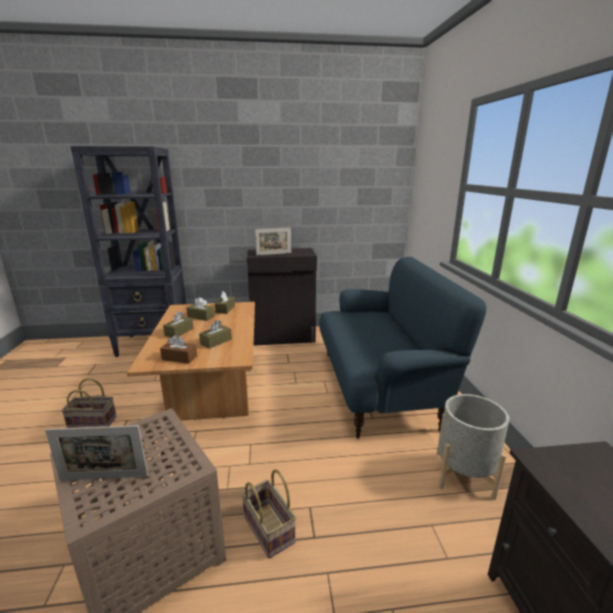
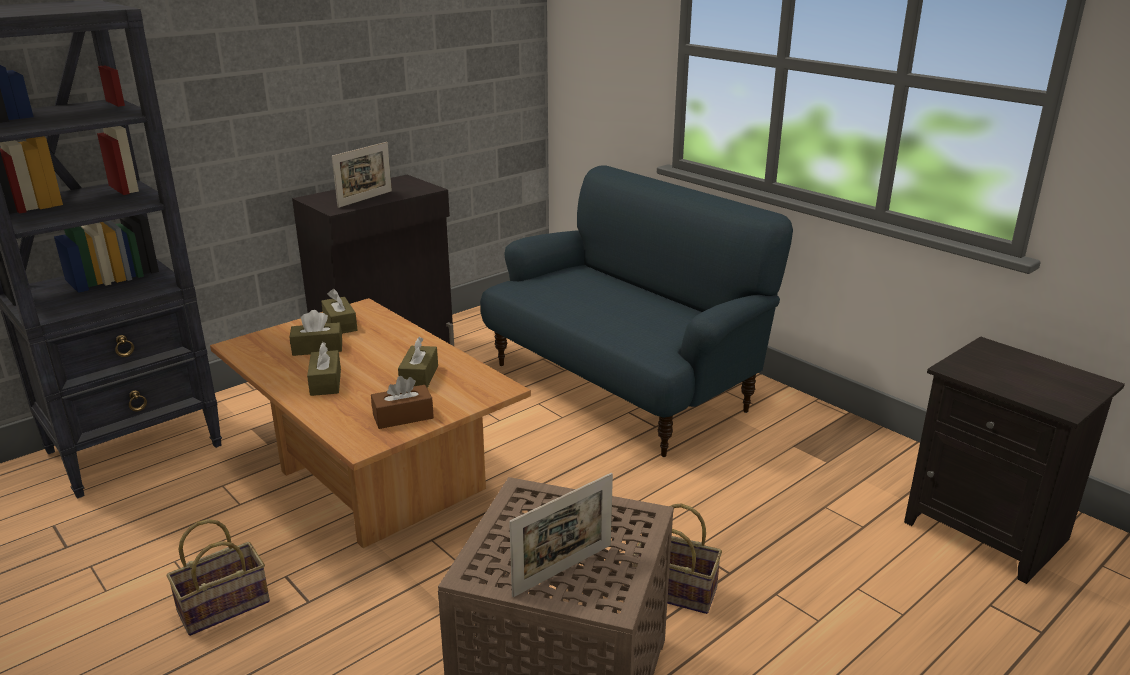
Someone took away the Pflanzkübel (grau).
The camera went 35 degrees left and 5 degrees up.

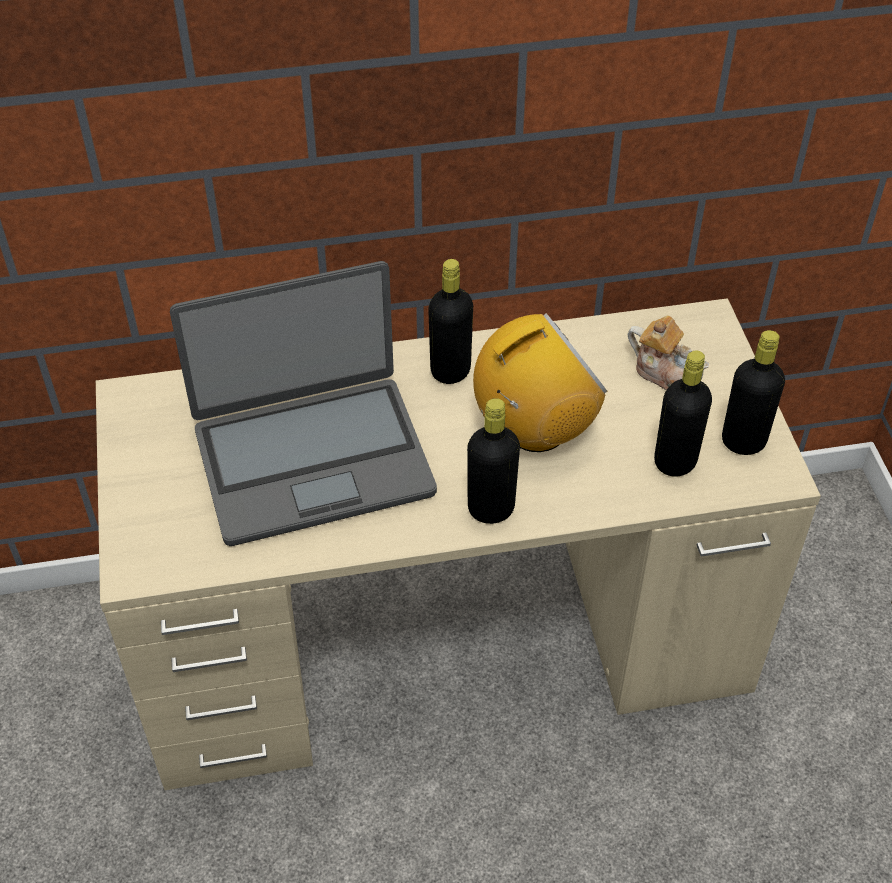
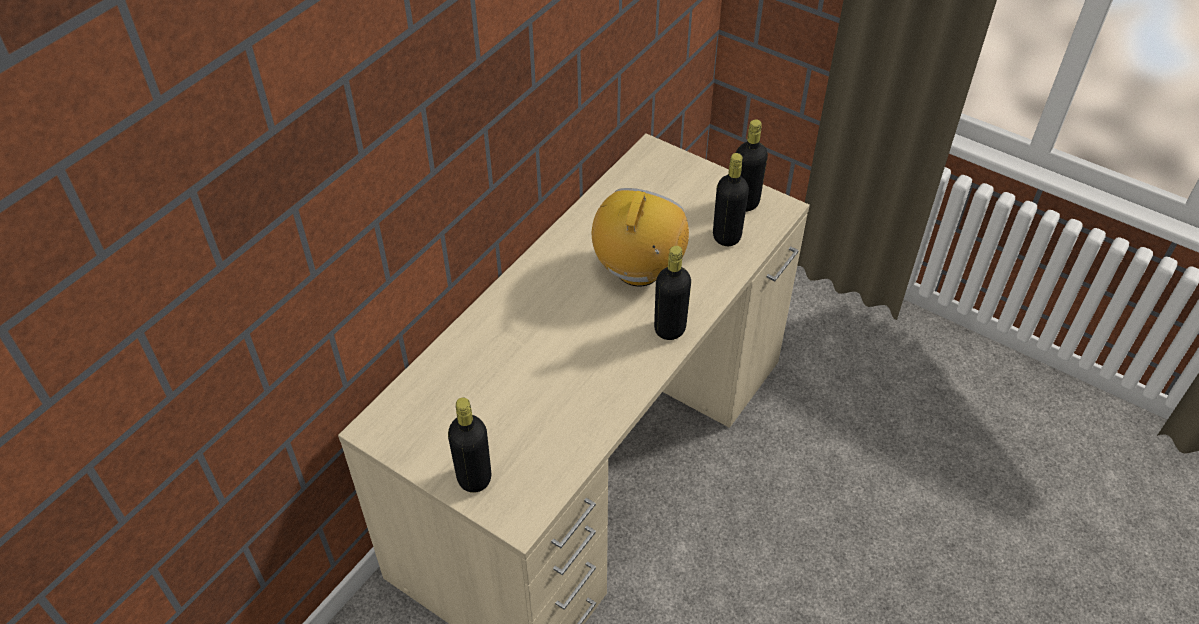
Someone carried the Flasche (schwarz) (no. 1 from left).
Someone took away the Laptop.
Someone took away the Teekanne.
The camera went 45 degrees left and 0 degrees up.

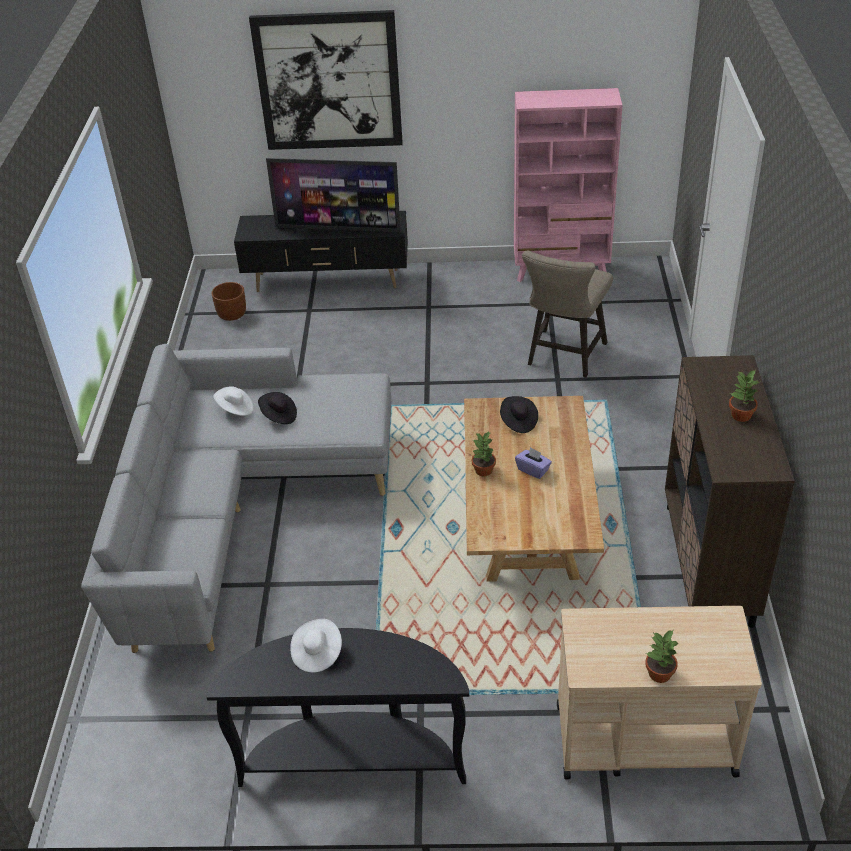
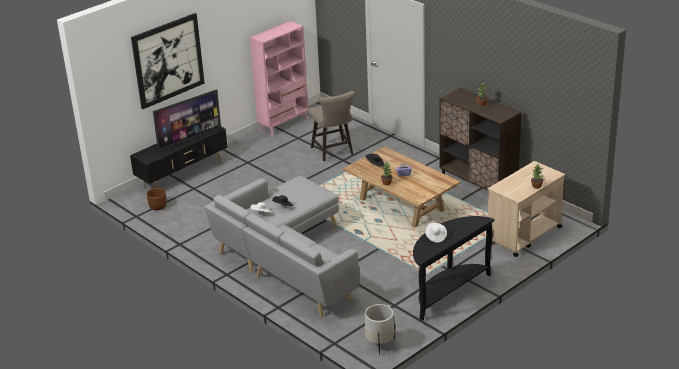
Someone put down the Pflanzkübel (weiß).
The camera went 45 degrees left and 10 degrees down.

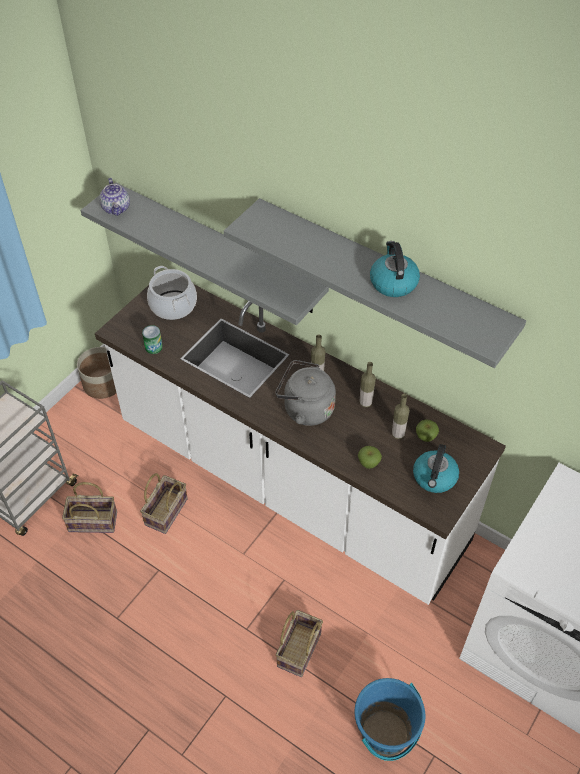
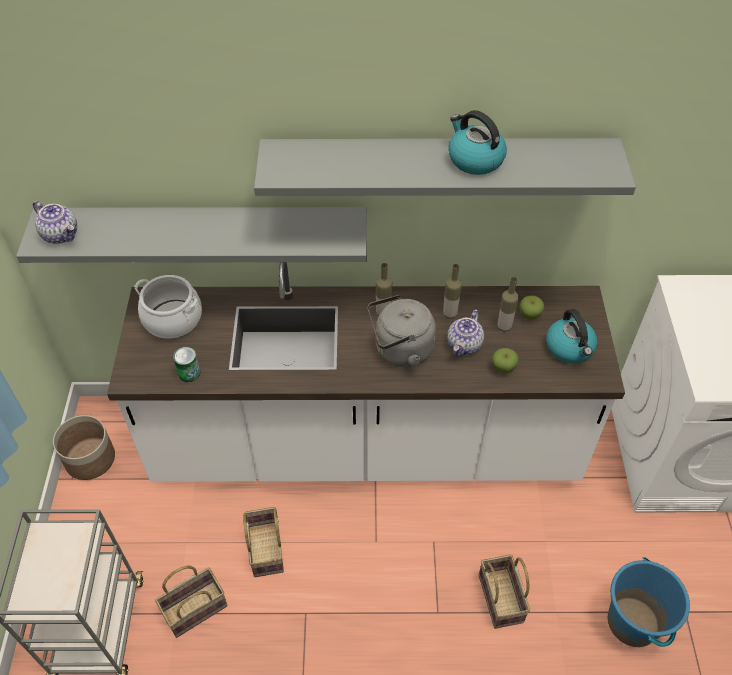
Someone put down the Teekanne (no. 2 from left).
The camera went 35 degrees left and 0 degrees up.

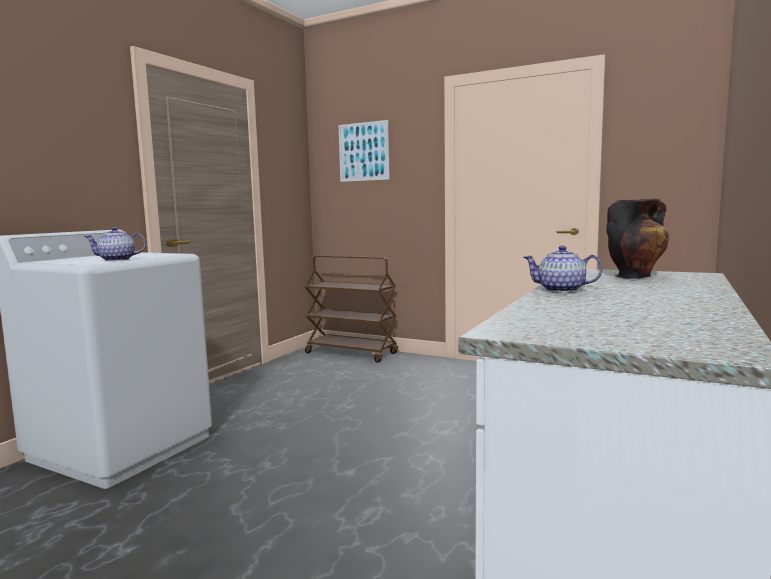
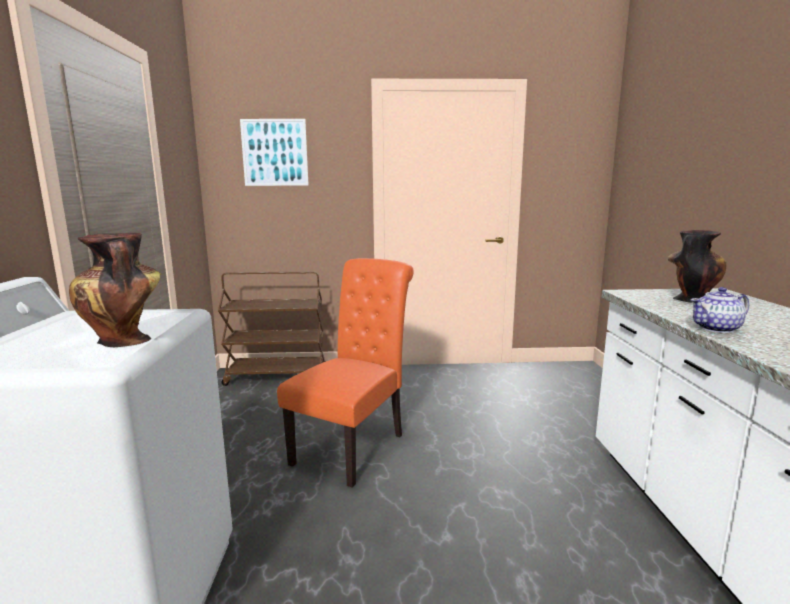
Someone swapped the Teekanne (no. 1 from left) for the Vase (no. 1 from left).
Someone put down the Stuhl (orange).
The camera went 30 degrees left and 5 degrees up.

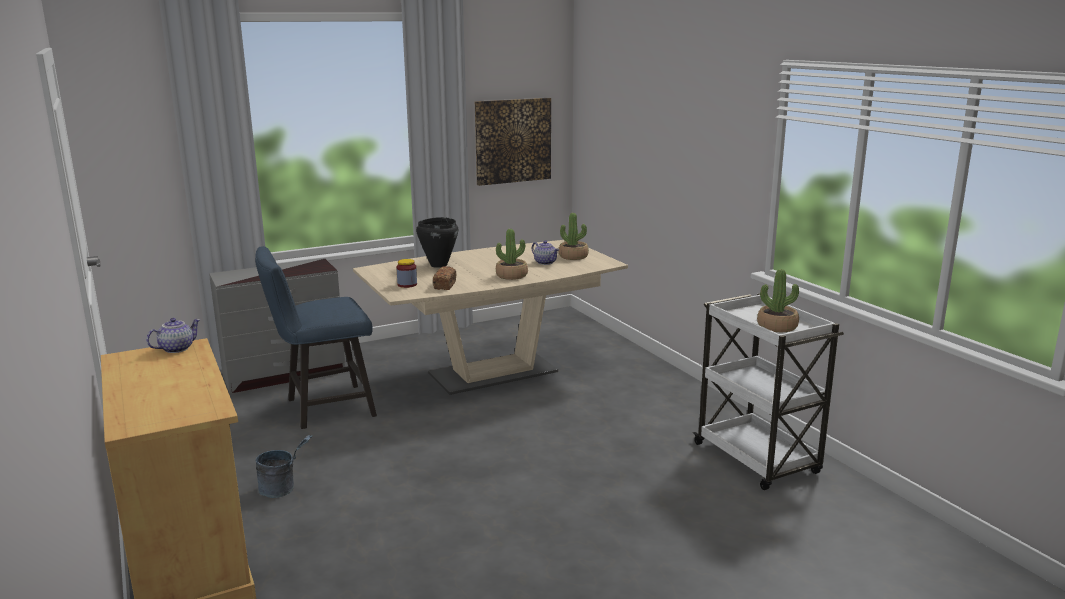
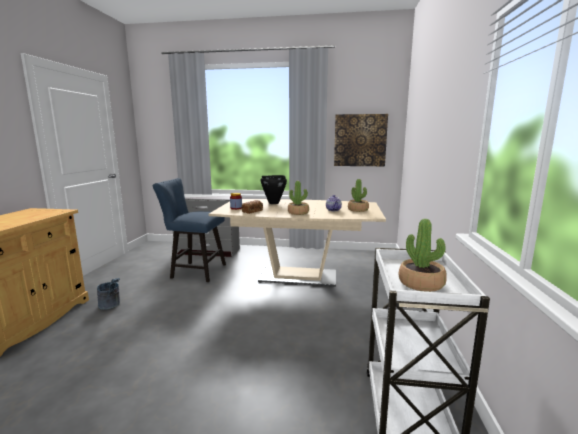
Someone took away the Teekanne (no. 1 from left).
The camera went 35 degrees right and 5 degrees down.

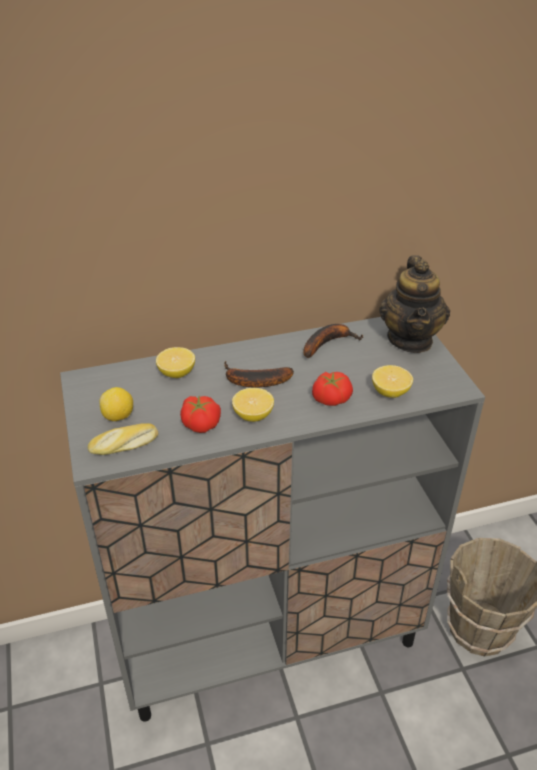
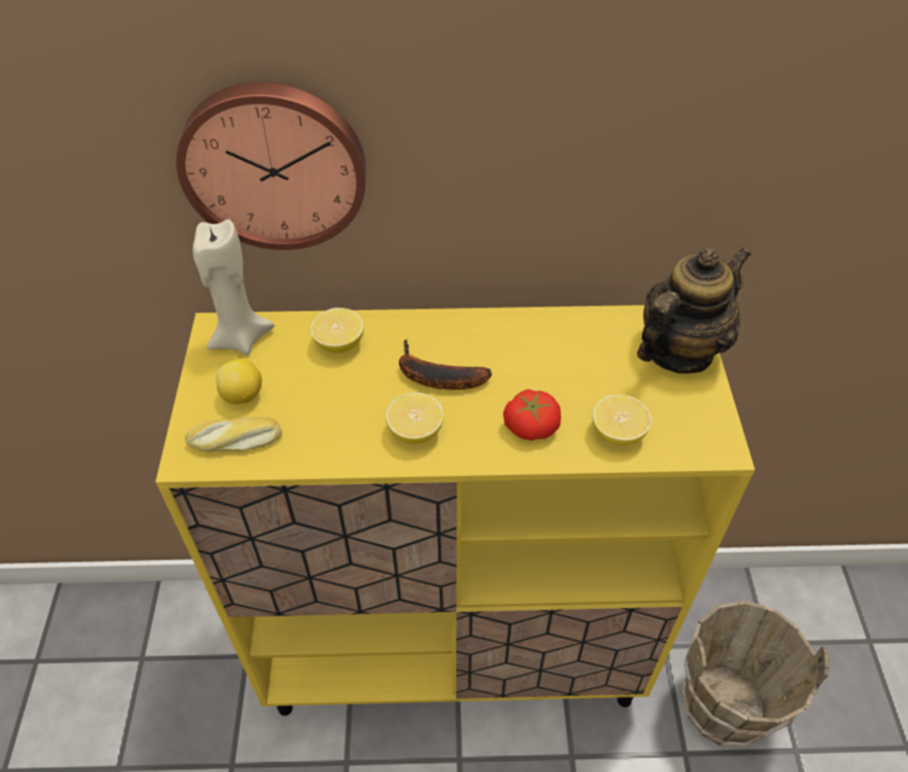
Someone rotated the Teekanne by 150 degrees counterclockwise.
Someone repainted the Schrank (grau), which became the Schrank (gelb).
Someone took away the Banane (no. 2 from left).
Someone took away the Tomate (no. 1 from left).
Someone put up the Wanduhr.
Someone put down the Kerze (beige).
The camera went 15 degrees right and 10 degrees up.

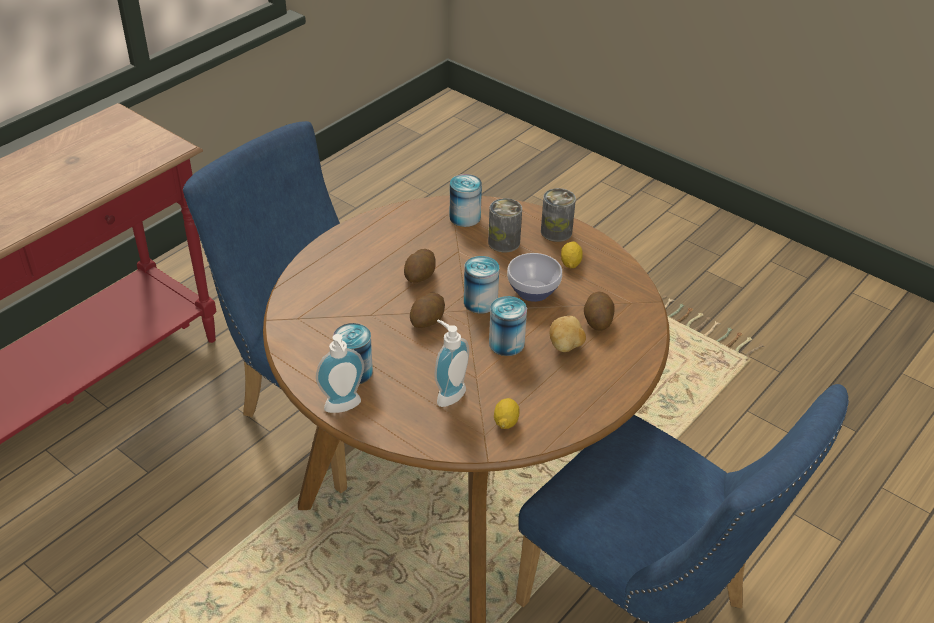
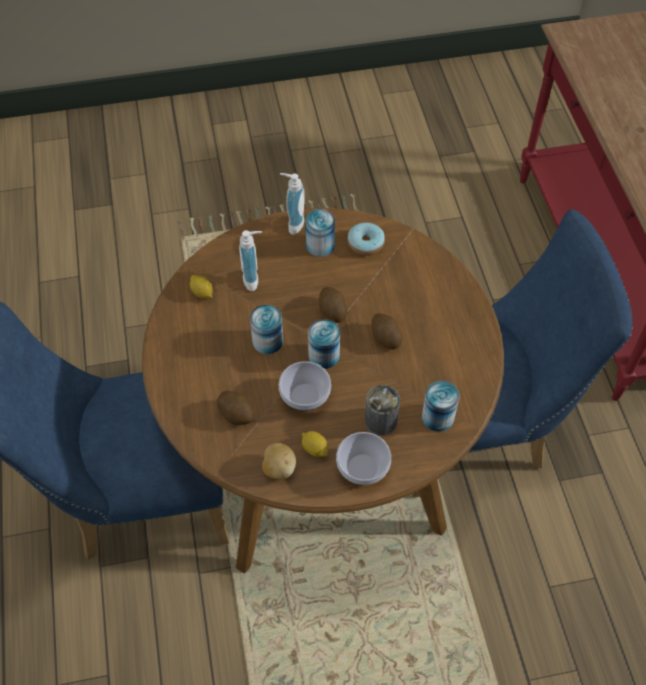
Someone swapped the Dose (no. 6 from left) for the Schüssel (no. 2 from left).
Someone carried the Kartoffel (no. 3 from left in the first image).
Someone put down the Donut.
The camera went 130 degrees right and 15 degrees up.

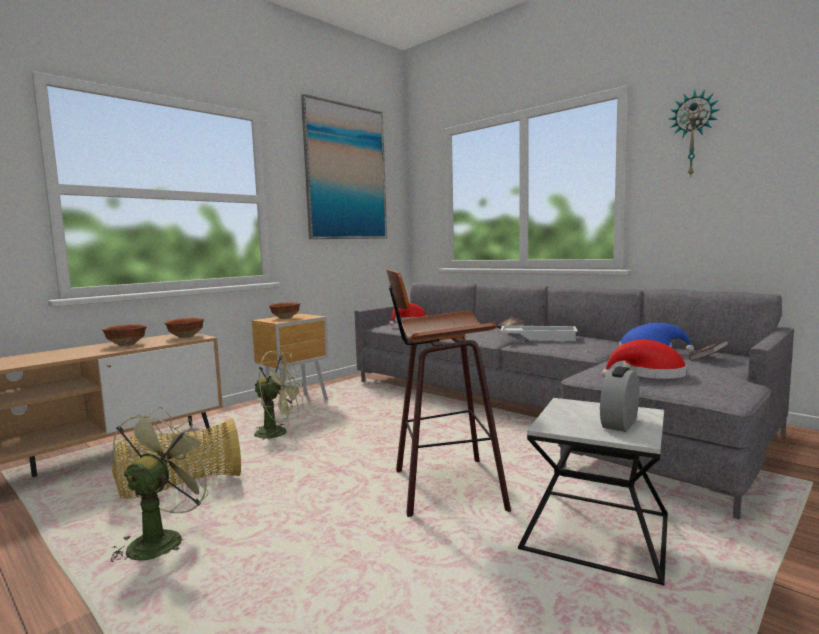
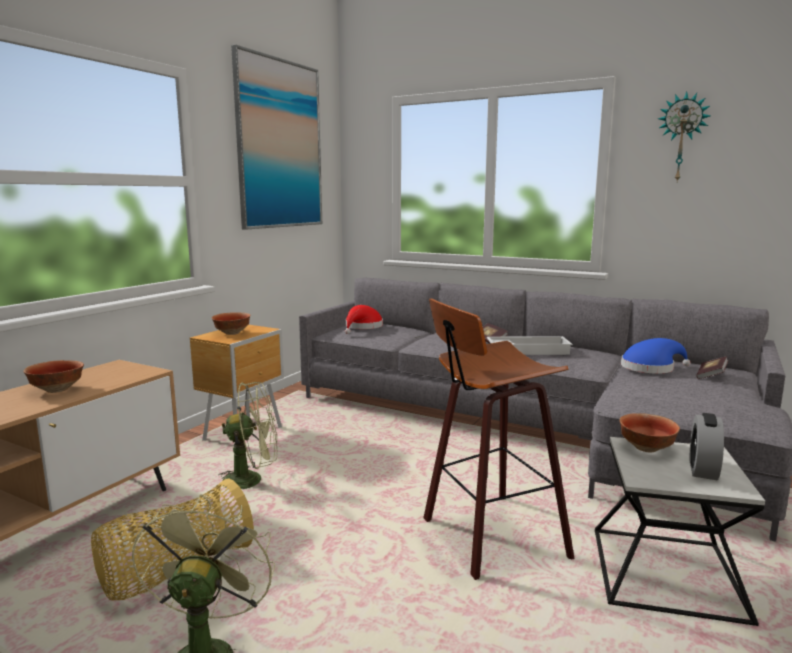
Someone carried the Schüssel (no. 2 from left in the first image).
Someone took away the Hut (rot) (no. 2 from left).
The camera went 15 degrees left and 5 degrees up.

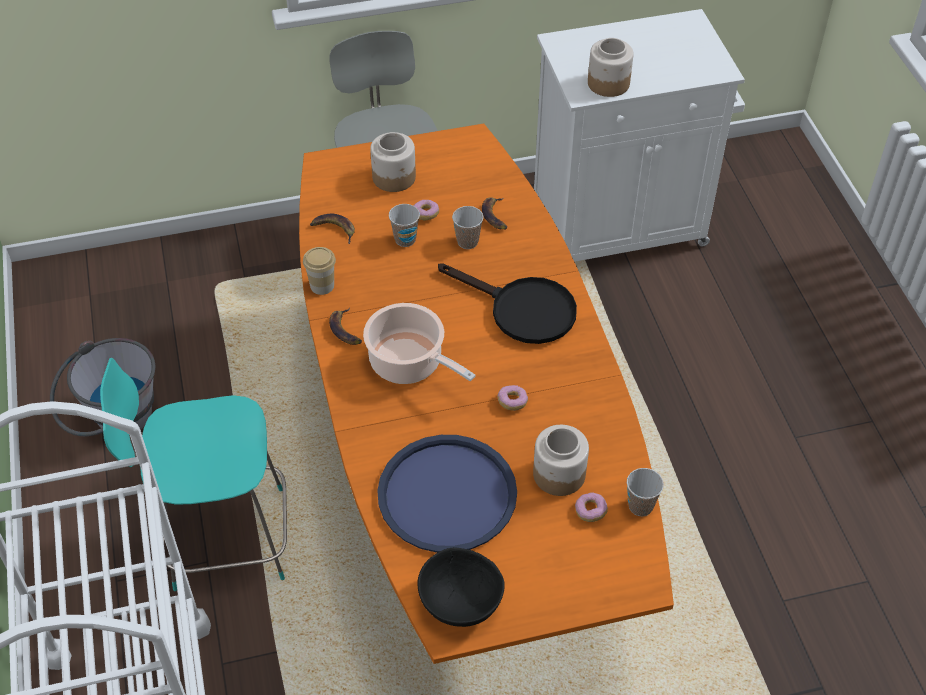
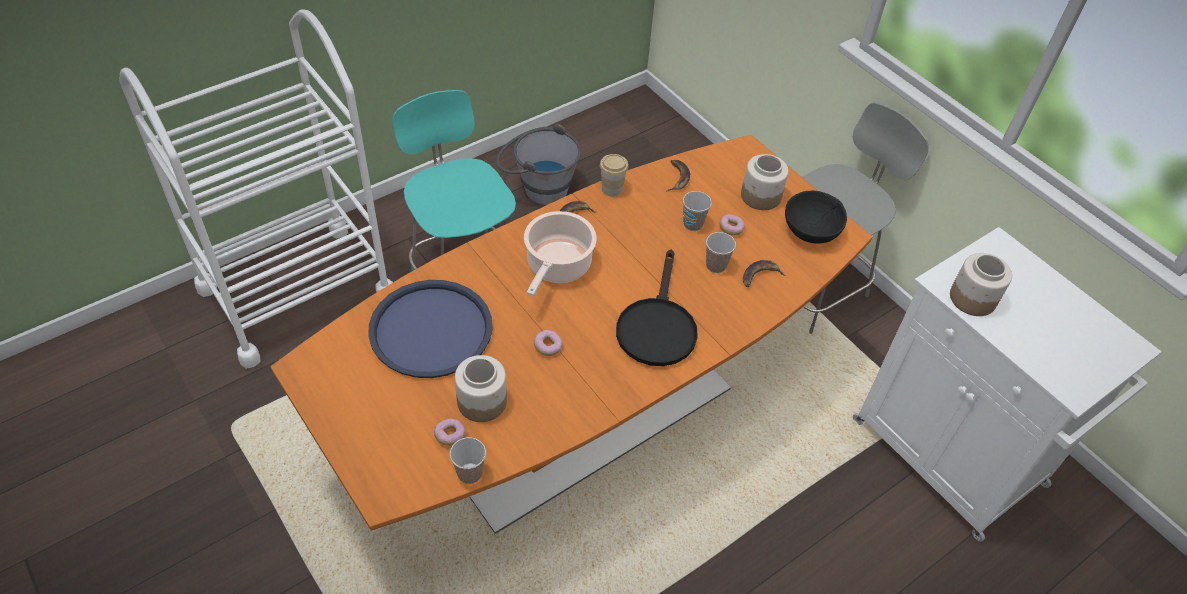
Someone carried the Schüssel (schwarz).
The camera went 65 degrees right and 0 degrees up.

